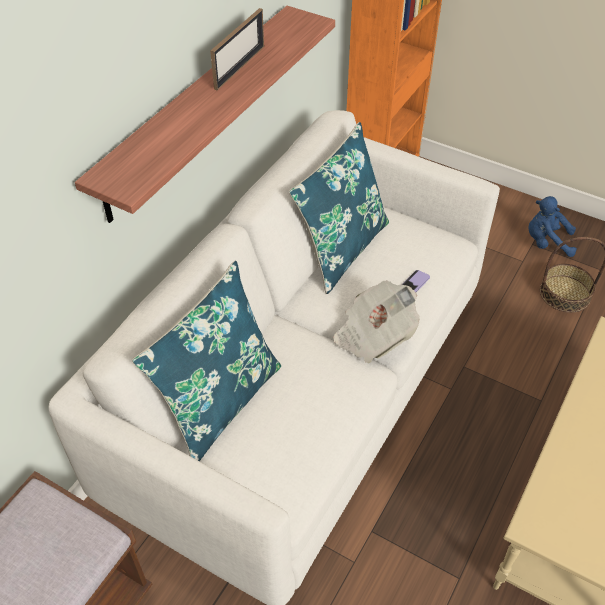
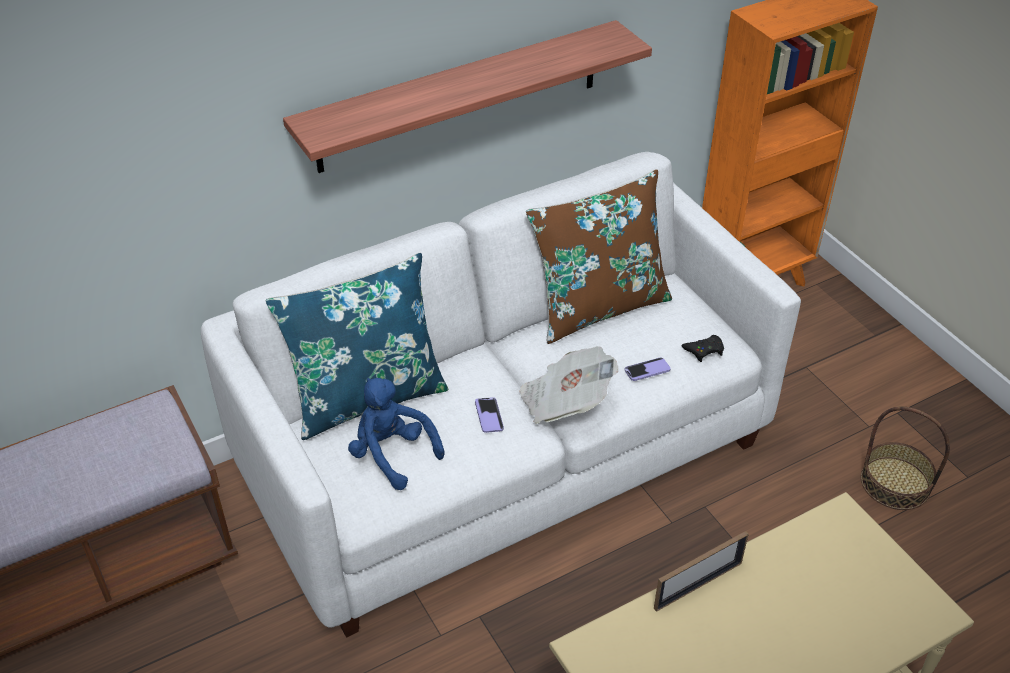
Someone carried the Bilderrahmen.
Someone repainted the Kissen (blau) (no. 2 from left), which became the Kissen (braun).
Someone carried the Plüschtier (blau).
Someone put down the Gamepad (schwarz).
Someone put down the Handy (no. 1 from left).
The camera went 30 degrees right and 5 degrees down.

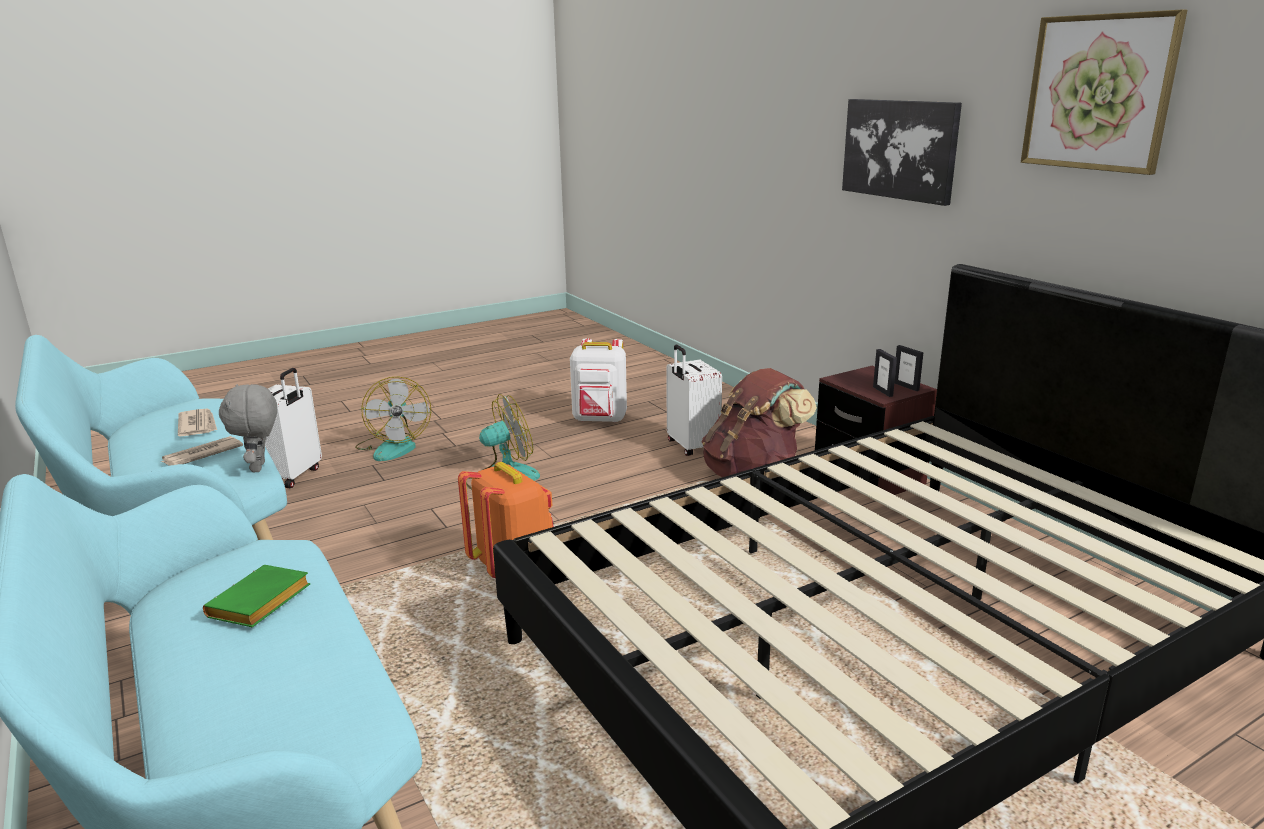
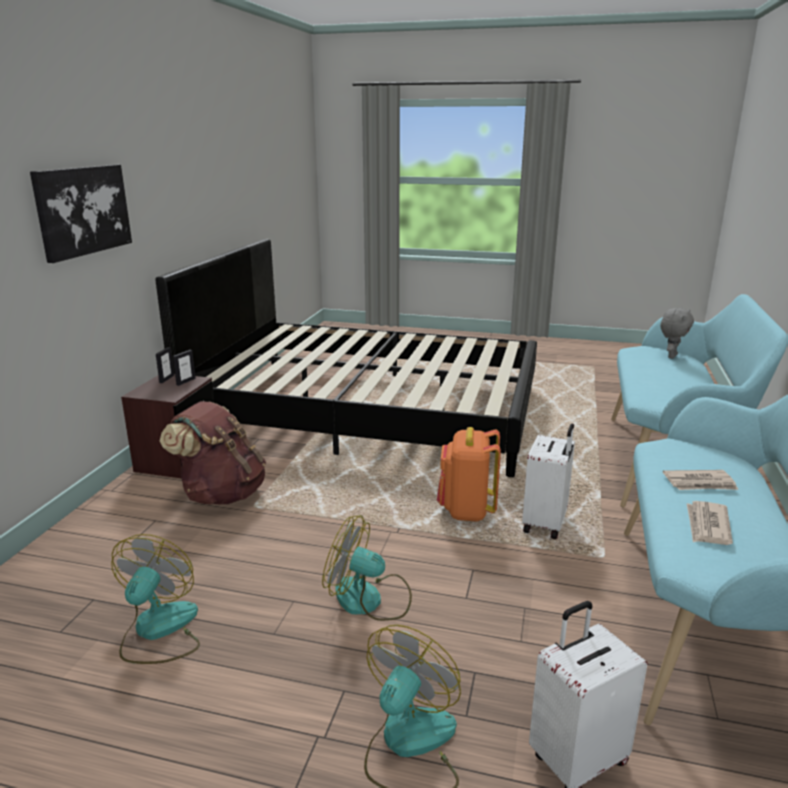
Someone took away the Bild (no. 2 from left).
Someone swapped the Rucksack (weiß) for the Ventilator (no. 1 from left).
Someone carried the Koffer (weiß) (no. 2 from left in the first image).
Someone carried the Plüschtier (grau).
Someone took away the Buch (grün).
The camera went 135 degrees left and 0 degrees up.

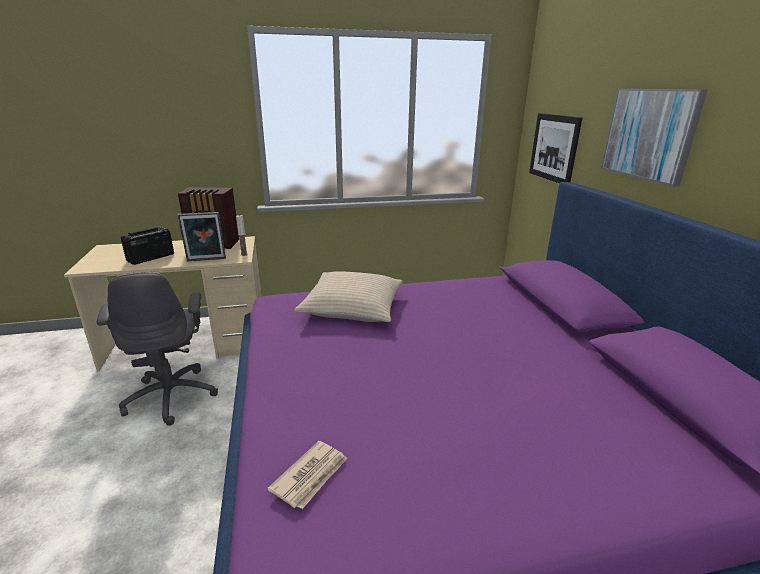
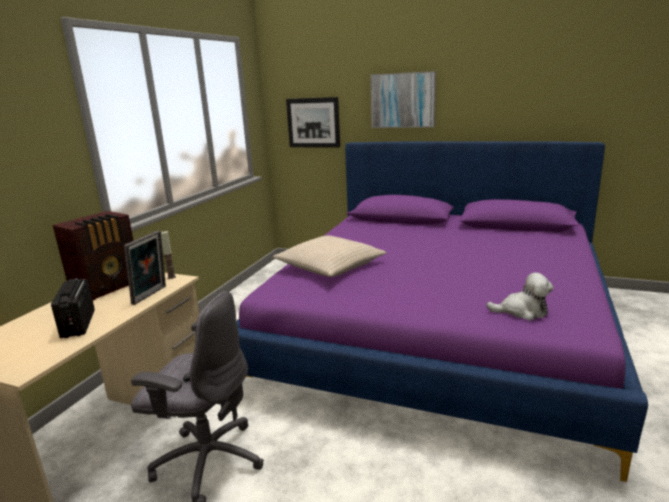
Someone swapped the Zeitung for the Plüschtier.
The camera went 55 degrees left and 5 degrees down.

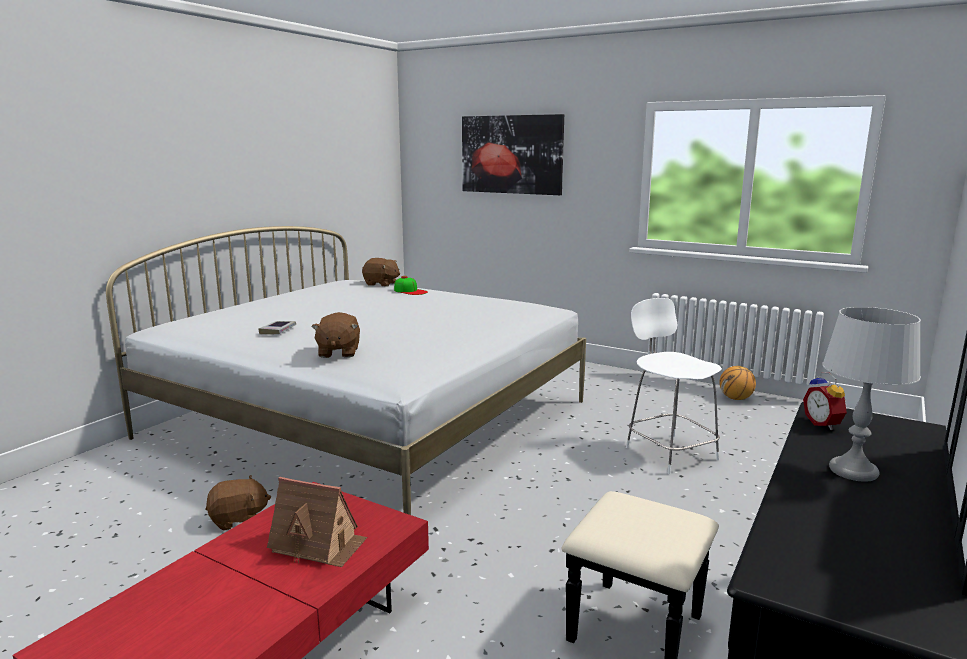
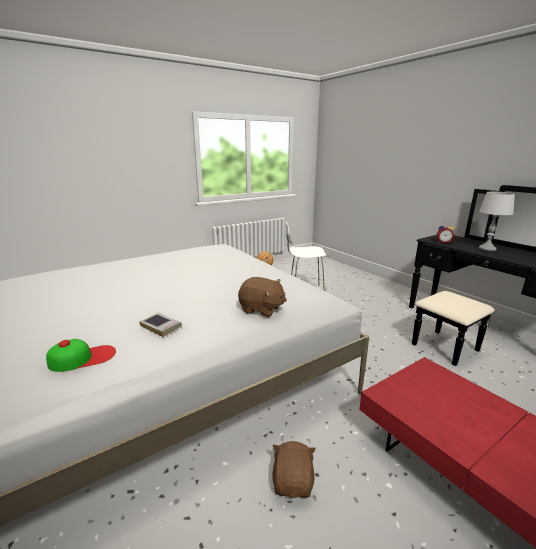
Someone took away the Bild.
Someone took away the Plüschtier (braun) (no. 3 from left).
Someone carried the Kappe.
Someone took away the Spielzeughaus.
The camera went 65 degrees left and 5 degrees up.

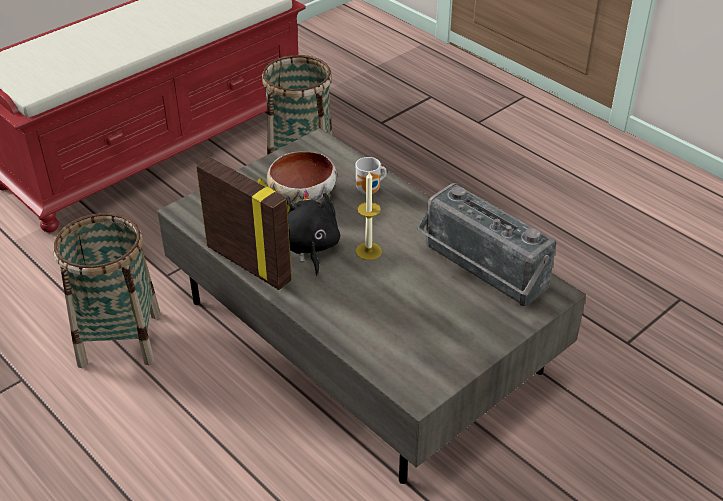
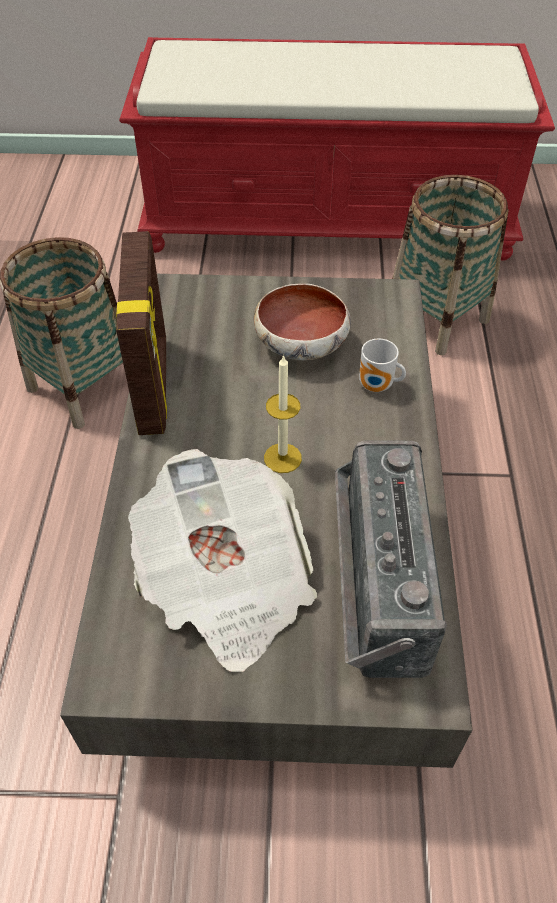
Someone took away the Plüschtier (schwarz).
Someone put down the Zeitung.
The camera went 45 degrees right and 10 degrees up.

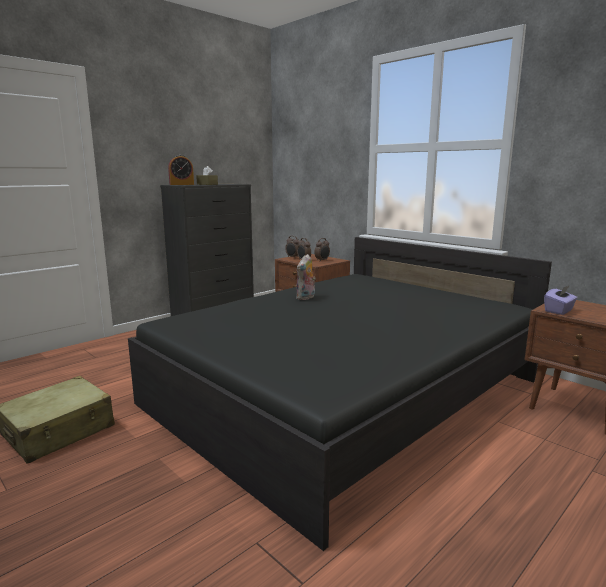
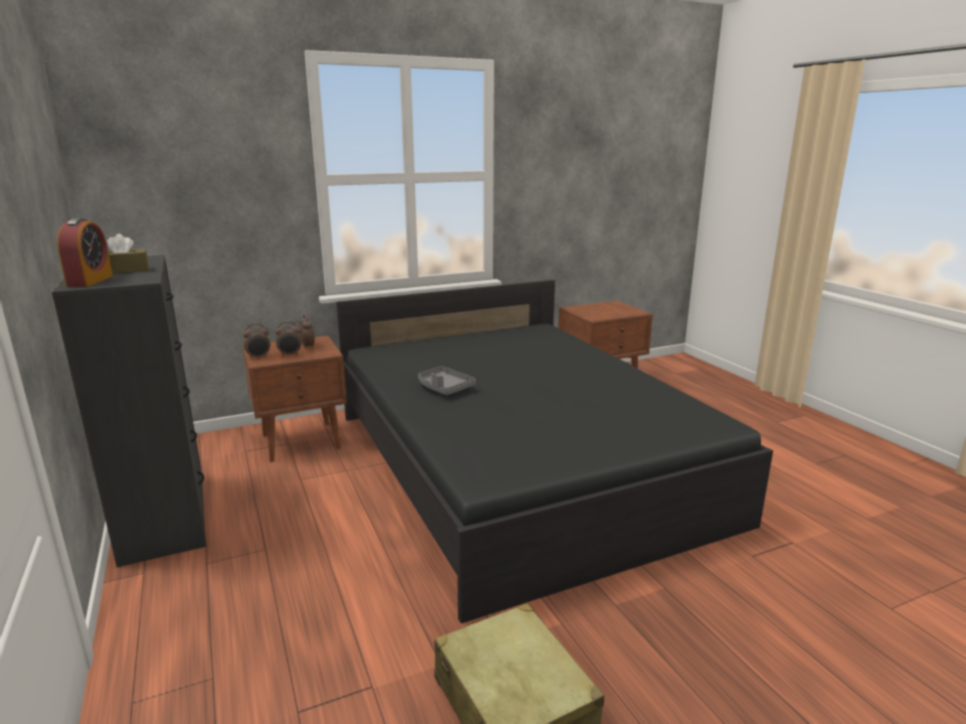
Someone swapped the Plüschtier for the Tablett (grau).
Someone took away the Taschentuchbox (lila).
The camera went 70 degrees left and 5 degrees up.

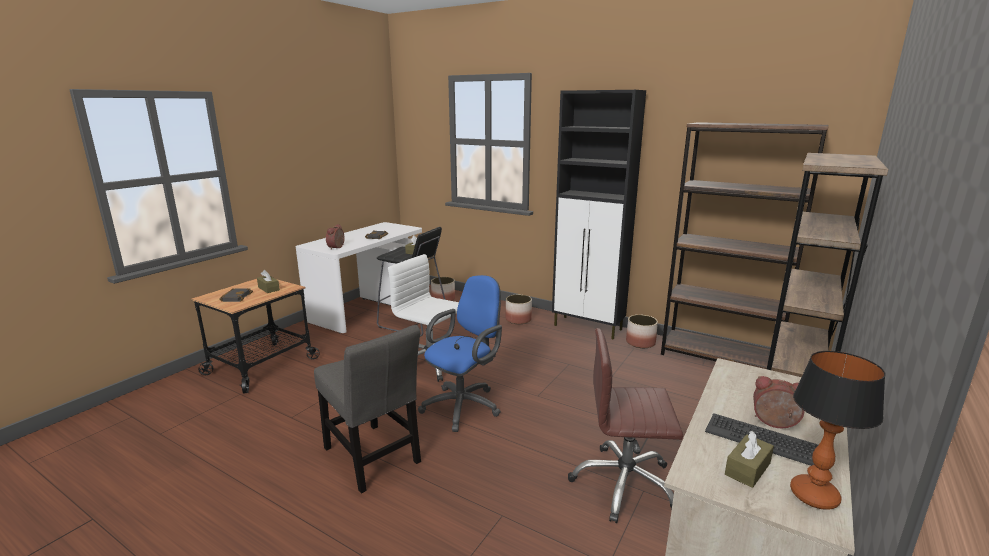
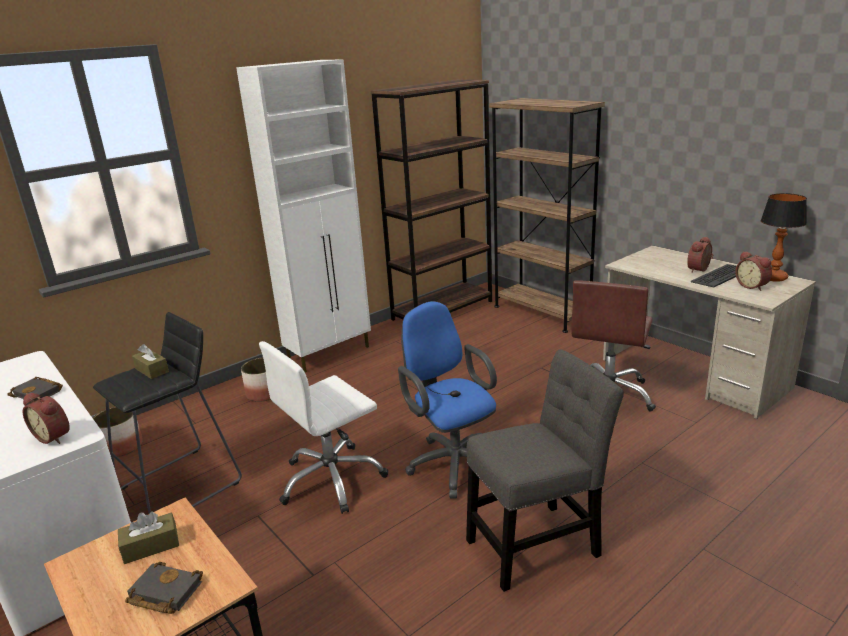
Someone repainted the Schrank (schwarz), which became the Schrank (weiß).
Someone took away the Pflanzkübel (no. 3 from left).
Someone swapped the Taschentuchbox (braun) (no. 3 from left) for the Wecker (no. 3 from left).
The camera went 70 degrees left and 5 degrees up.

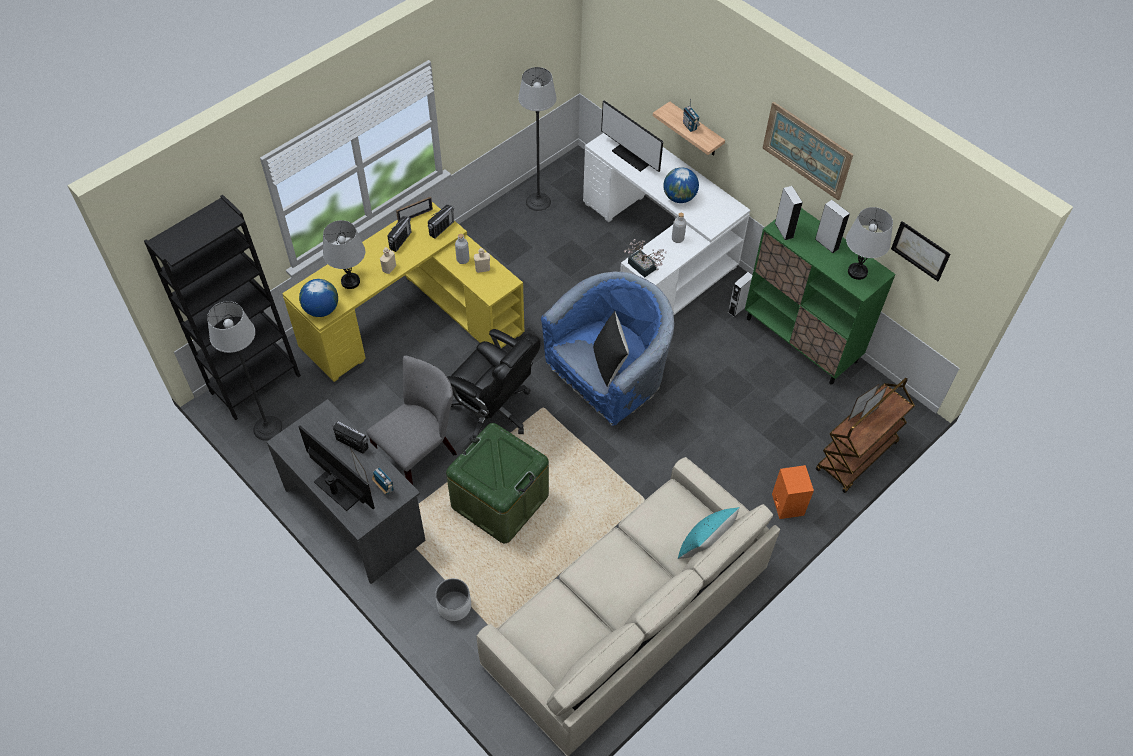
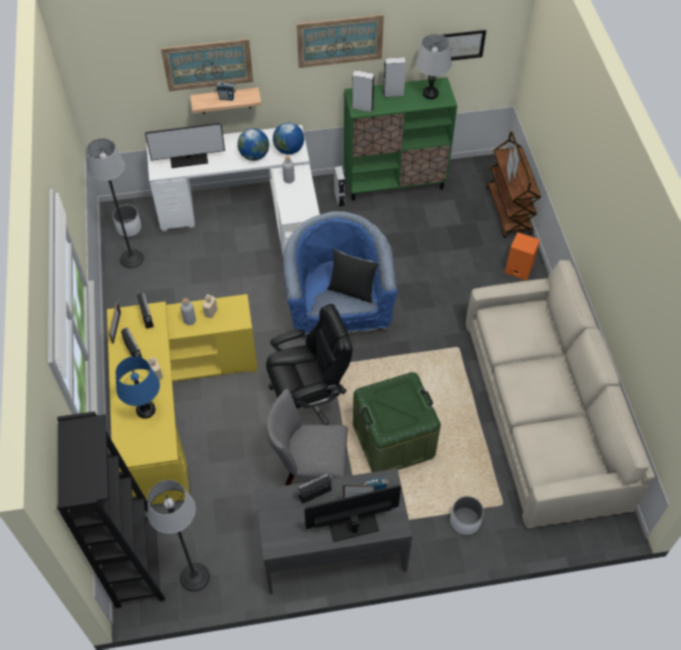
Someone repainted the Tischlampe (grau) (no. 1 from left), which became the Tischlampe (blau).
Someone took away the Topfpflanze.
Someone carried the Globus (no. 1 from left in the first image).
Someone rotated the Stuhl (grau) by 75 degrees counterclockwise.
Someone took away the Kissen (türkis).
Someone put up the Bild (no. 1 from left).
Someone put down the Pflanzkübel (weiß) (no. 1 from left).
The camera went 55 degrees left and 0 degrees up.

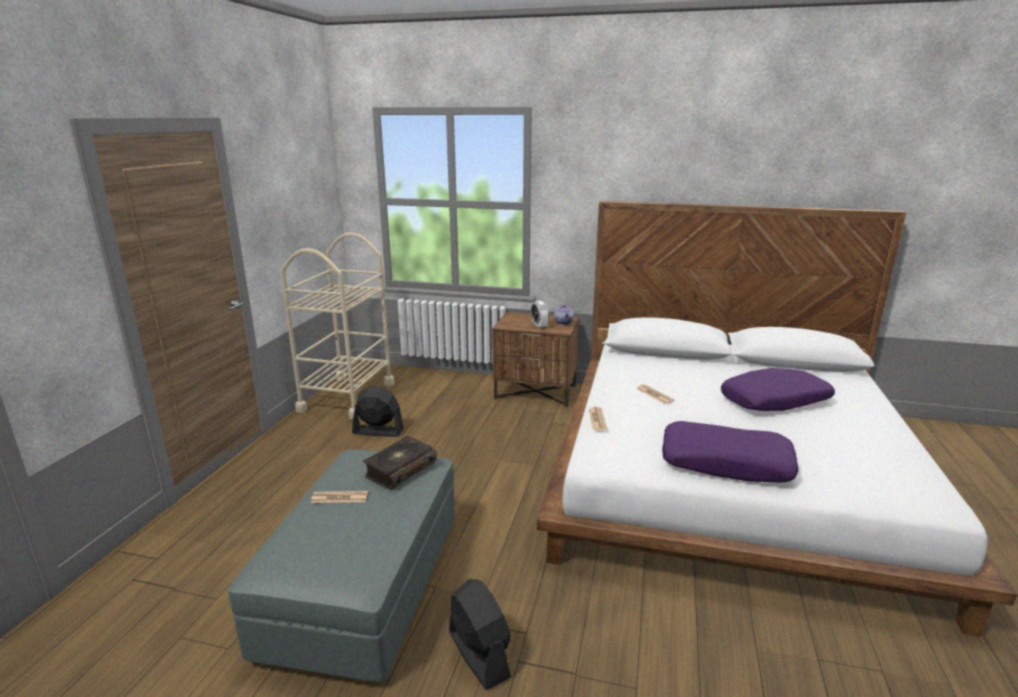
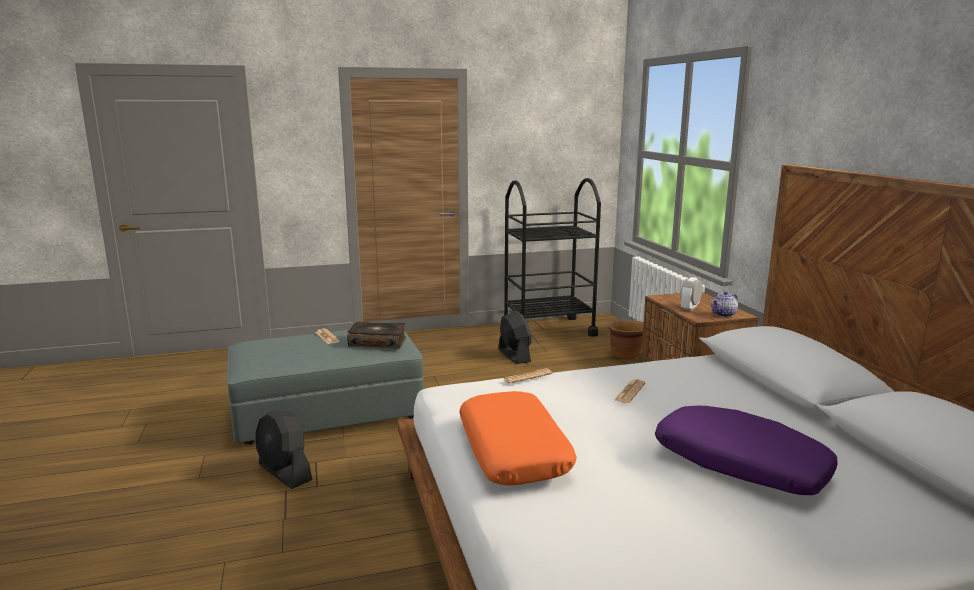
Someone repainted the Rollwagen (beige), which became the Rollwagen (schwarz).
Someone repainted the Kissen (lila) (no. 1 from left), which became the Kissen (orange).
Someone rotated the Ventilator (schwarz) (no. 2 from left in the first image) by 105 degrees clockwise.
Someone put down the Pflanzkübel (braun).
The camera went 60 degrees right and 5 degrees down.

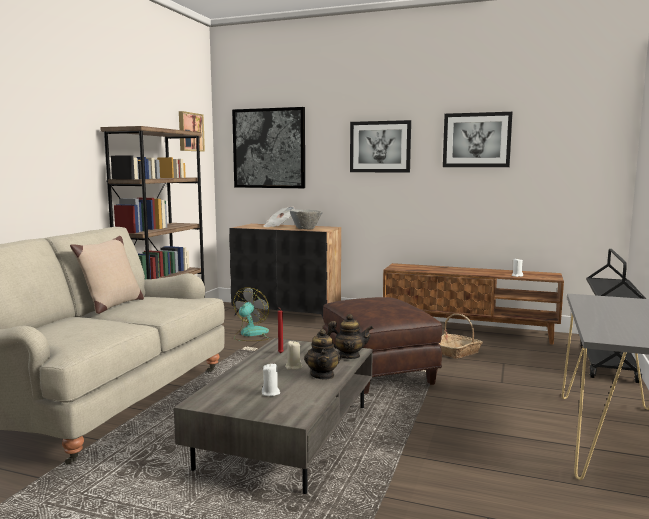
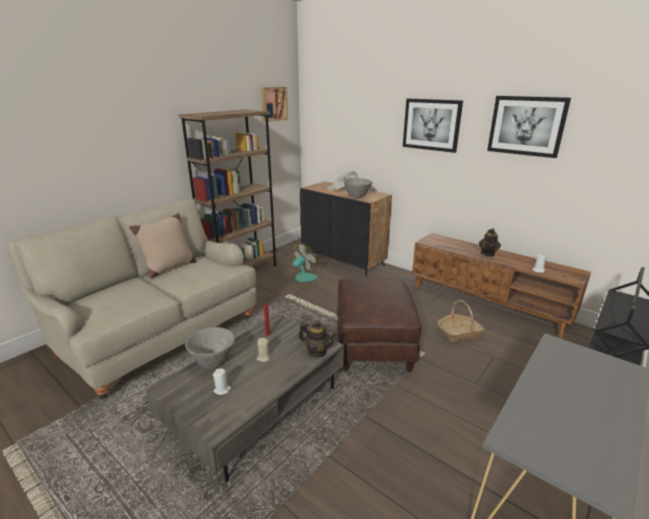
Someone took away the Bild (no. 2 from left).
Someone carried the Teekanne (no. 1 from left in the first image).
Someone put down the Schüssel (grau) (no. 1 from left).
The camera went 20 degrees right and 15 degrees up.

